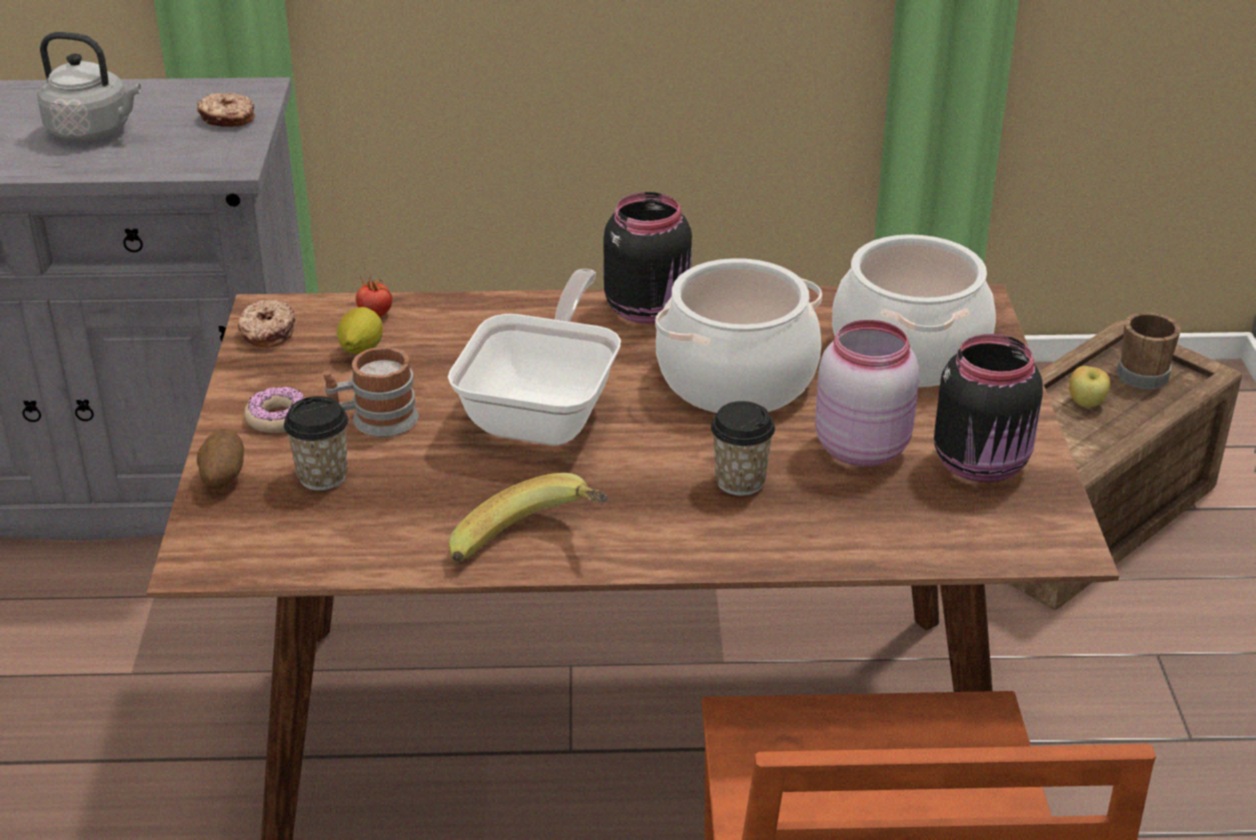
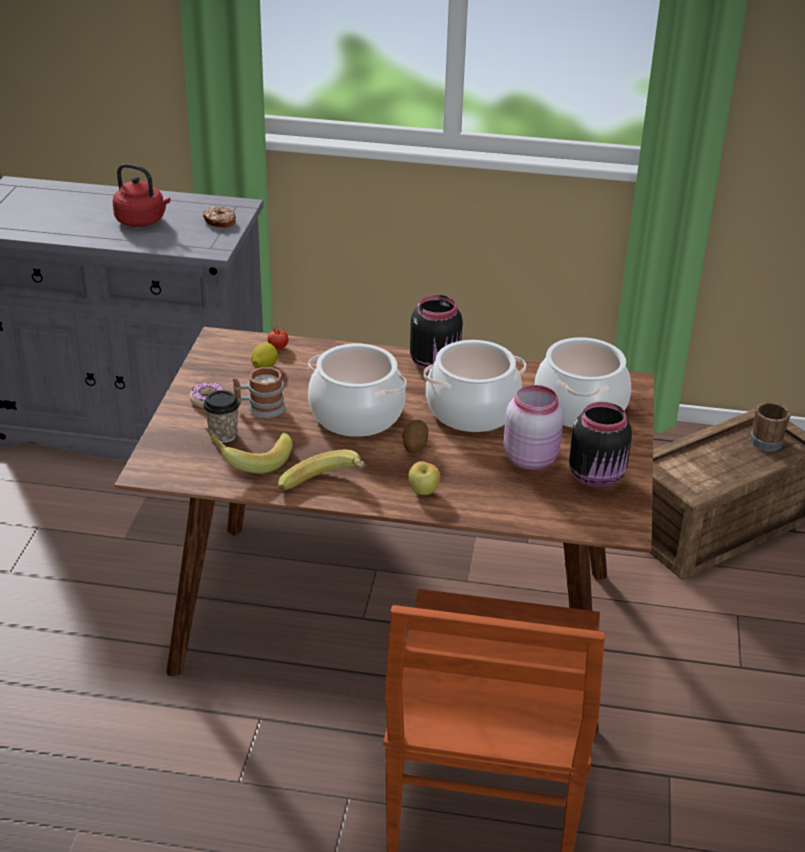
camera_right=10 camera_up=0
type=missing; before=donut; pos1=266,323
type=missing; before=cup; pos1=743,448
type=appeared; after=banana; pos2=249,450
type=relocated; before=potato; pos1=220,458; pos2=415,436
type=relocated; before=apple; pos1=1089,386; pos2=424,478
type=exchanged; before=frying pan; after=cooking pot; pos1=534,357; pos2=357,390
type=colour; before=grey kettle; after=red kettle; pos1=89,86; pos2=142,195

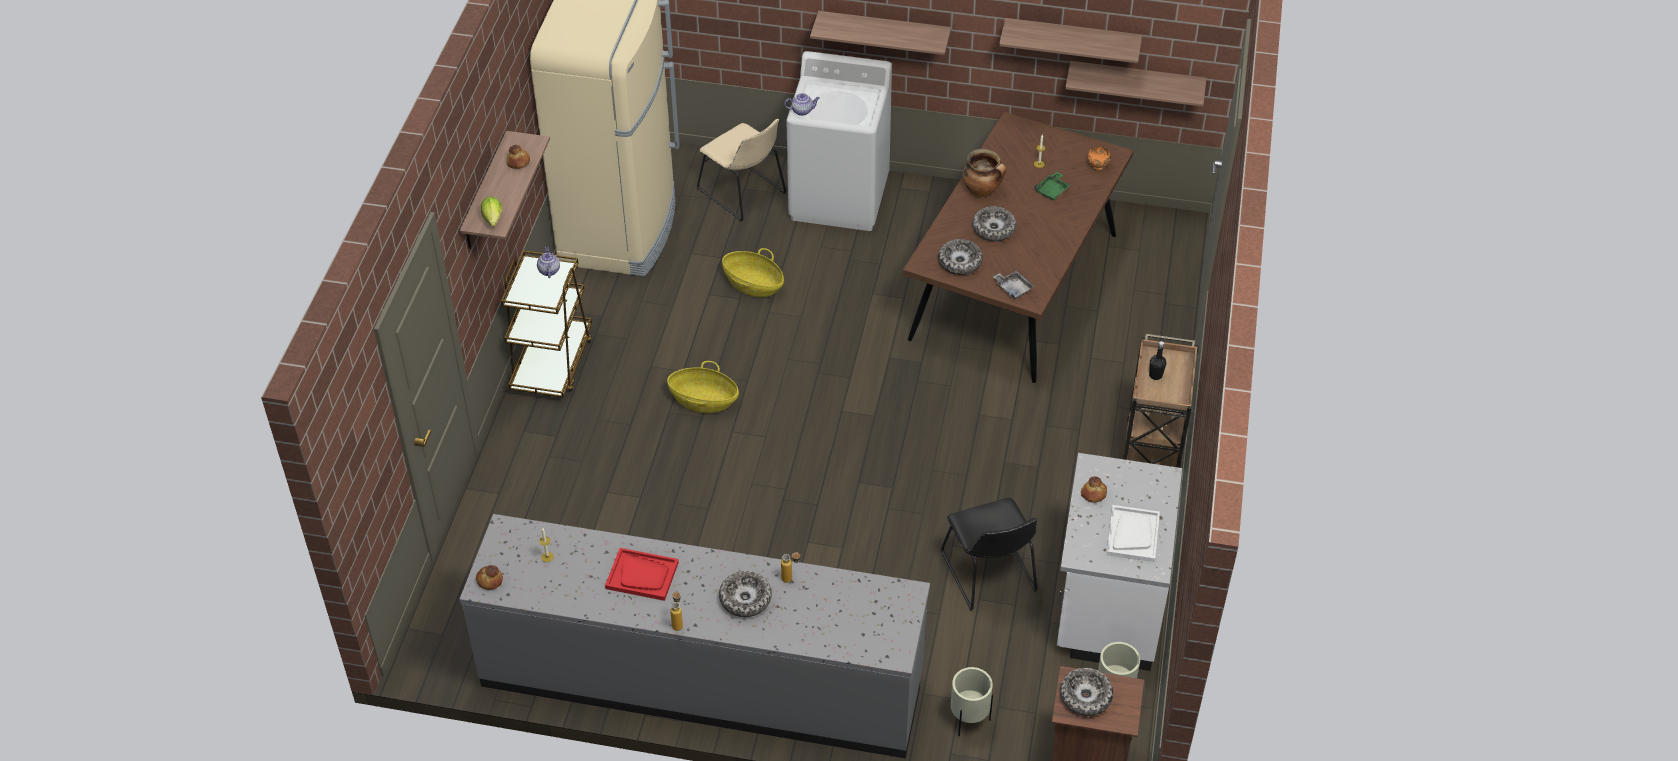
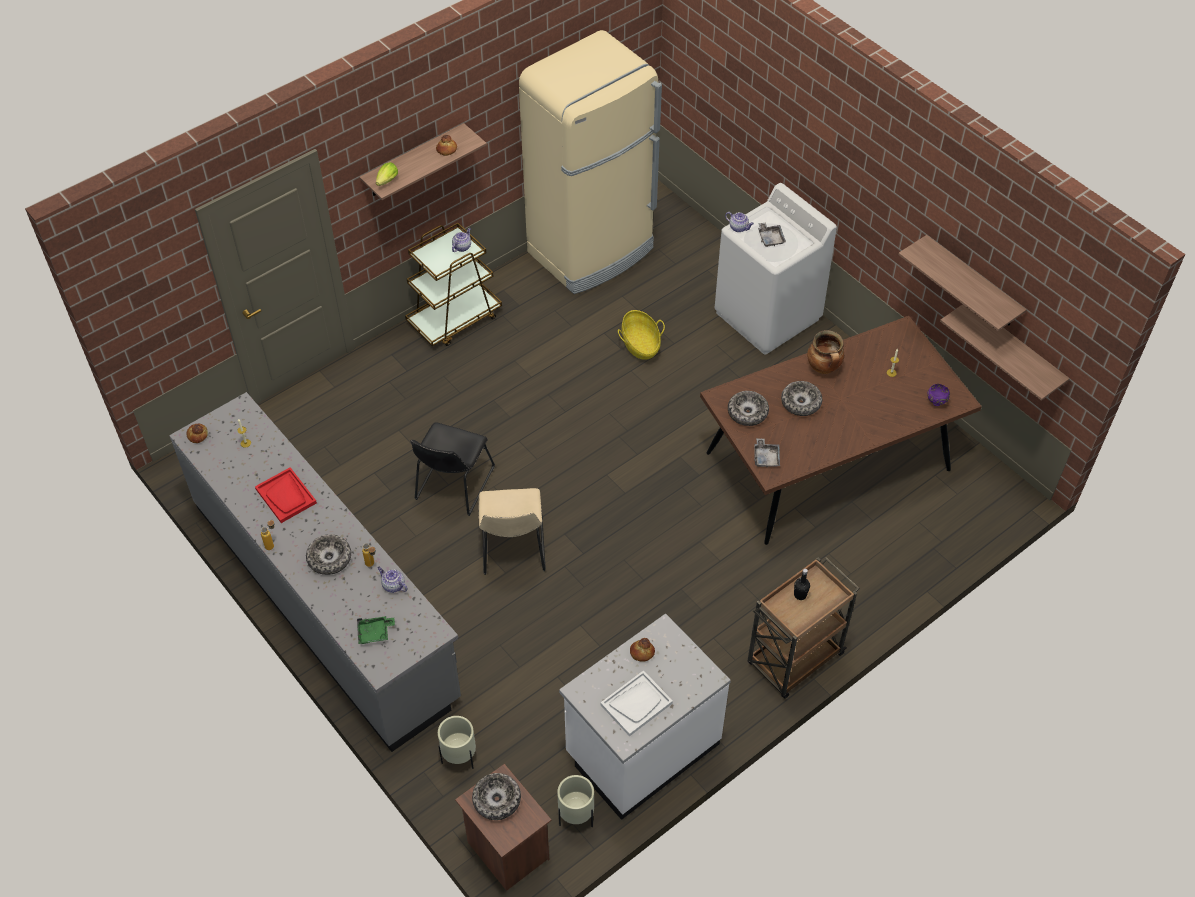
camera_right=40 camera_up=5
type=missing; before=basket; pos1=703,387
type=missing; before=shelf; pos1=880,33
type=appeared; after=teapot; pos2=392,579
type=appeared; after=grey tray; pos2=772,234
type=relocated; before=beige chair; pos1=742,170; pos2=512,531
type=relocated; before=black chair; pos1=989,554; pos2=452,469
type=relocated; before=green tray; pos1=1052,186; pos2=376,630
type=colour; before=orange bowl; after=purple bowl; pos1=1099,158; pos2=938,395

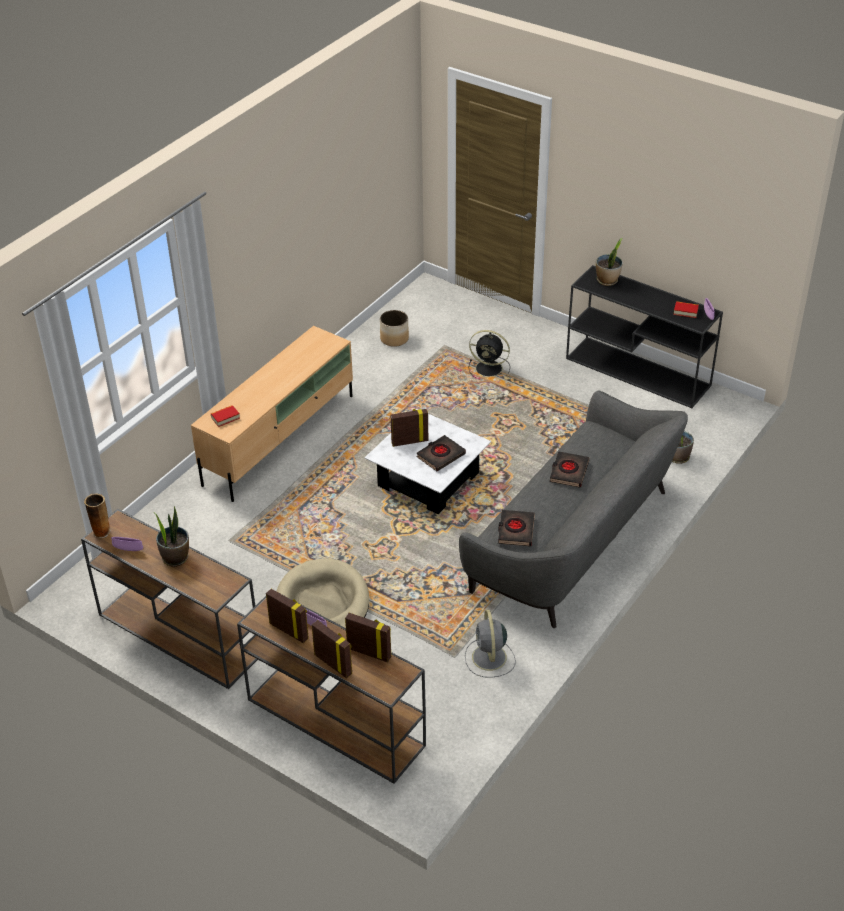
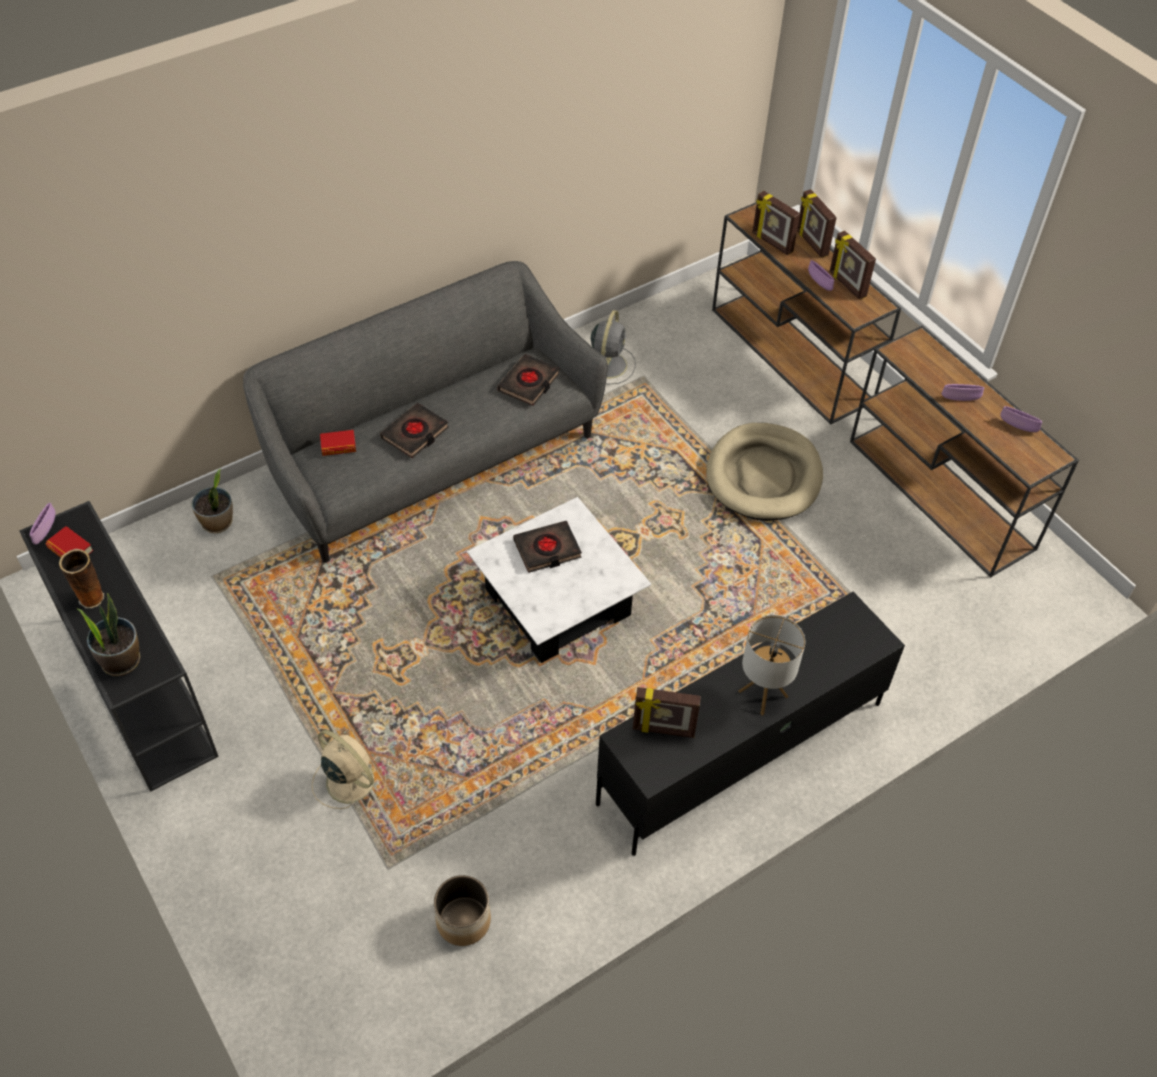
camera_right=-160 camera_up=10
type=appeared; after=table lamp; pos2=771,665
type=relocated; before=vase; pos1=97,516; pos2=82,579
type=relocated; before=book; pos1=225,416; pos2=338,443
type=relocated; before=picture frame; pos1=409,428; pos2=667,712
type=exchanged; before=potted plant; after=purple bowl; pos1=172,536; pos2=963,392
type=colour; before=beige tv stand; after=black tv stand; pos1=272,414; pos2=750,724
type=colour; before=black fan; after=beige fan; pos1=489,353; pos2=349,771

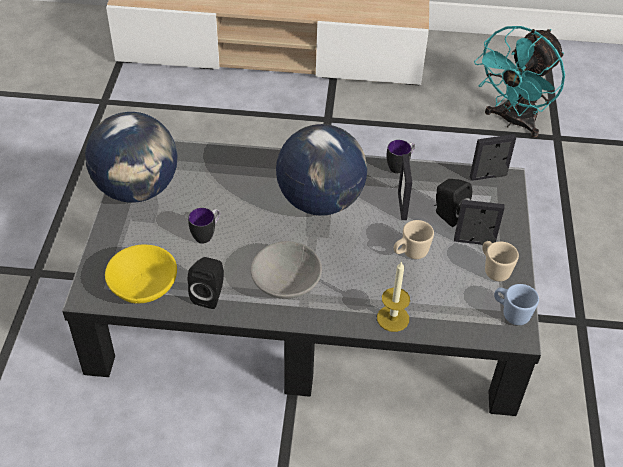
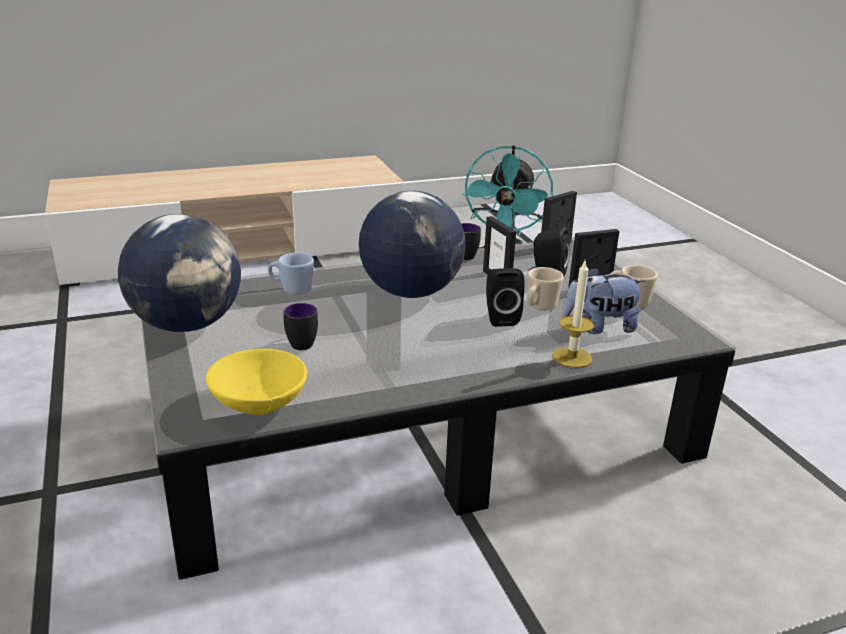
camera_right=-25 camera_up=-20
type=missing; before=grey bowl; pos1=286,270
type=appeared; after=plush toy; pos2=604,300
type=relocated; before=black speaker; pos1=206,283; pos2=505,297
type=relocated; before=blue mug; pos1=516,304; pos2=291,274

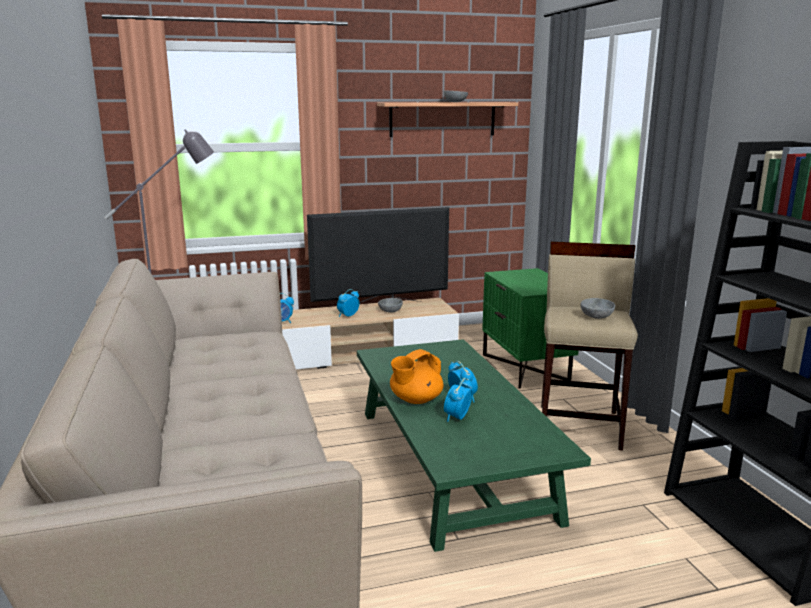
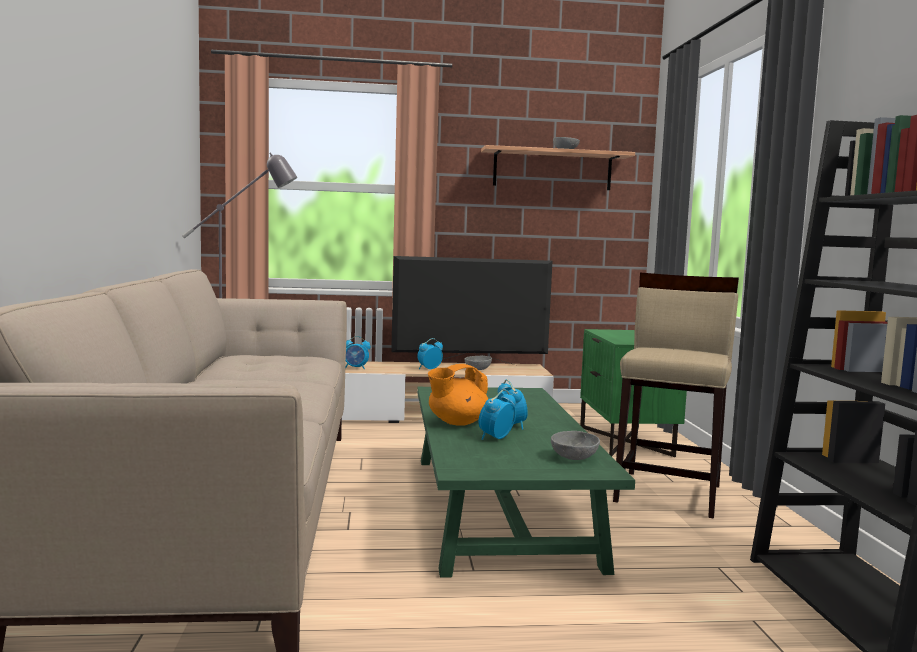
camera_right=10 camera_up=-10
type=relocated; before=grey bowl; pos1=598,308; pos2=575,445

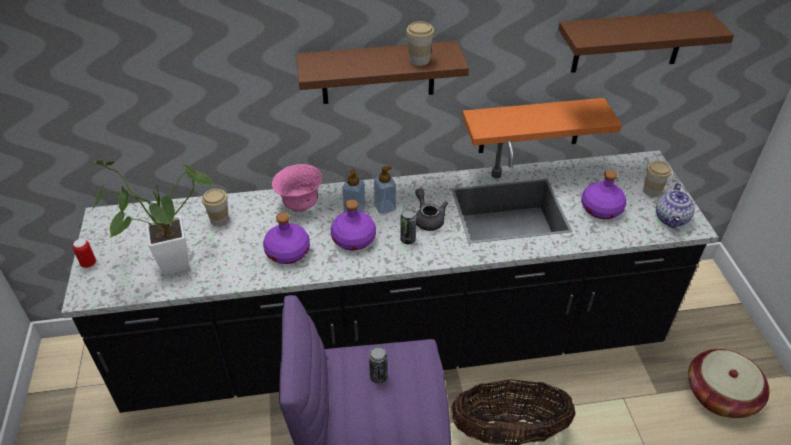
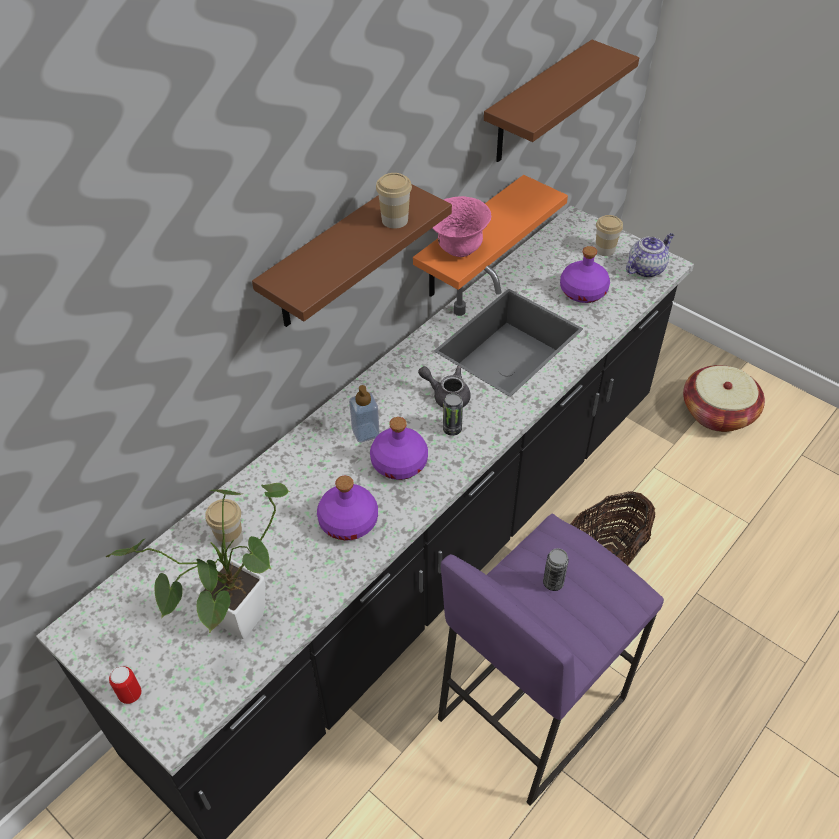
camera_right=-40 camera_up=5
type=missing; before=soap dispenser; pos1=385,190
type=relocated; before=pink bowl; pos1=297,188; pos2=462,226
type=spun; before=teapot; pos1=675,205; pos2=650,255; turn=-105

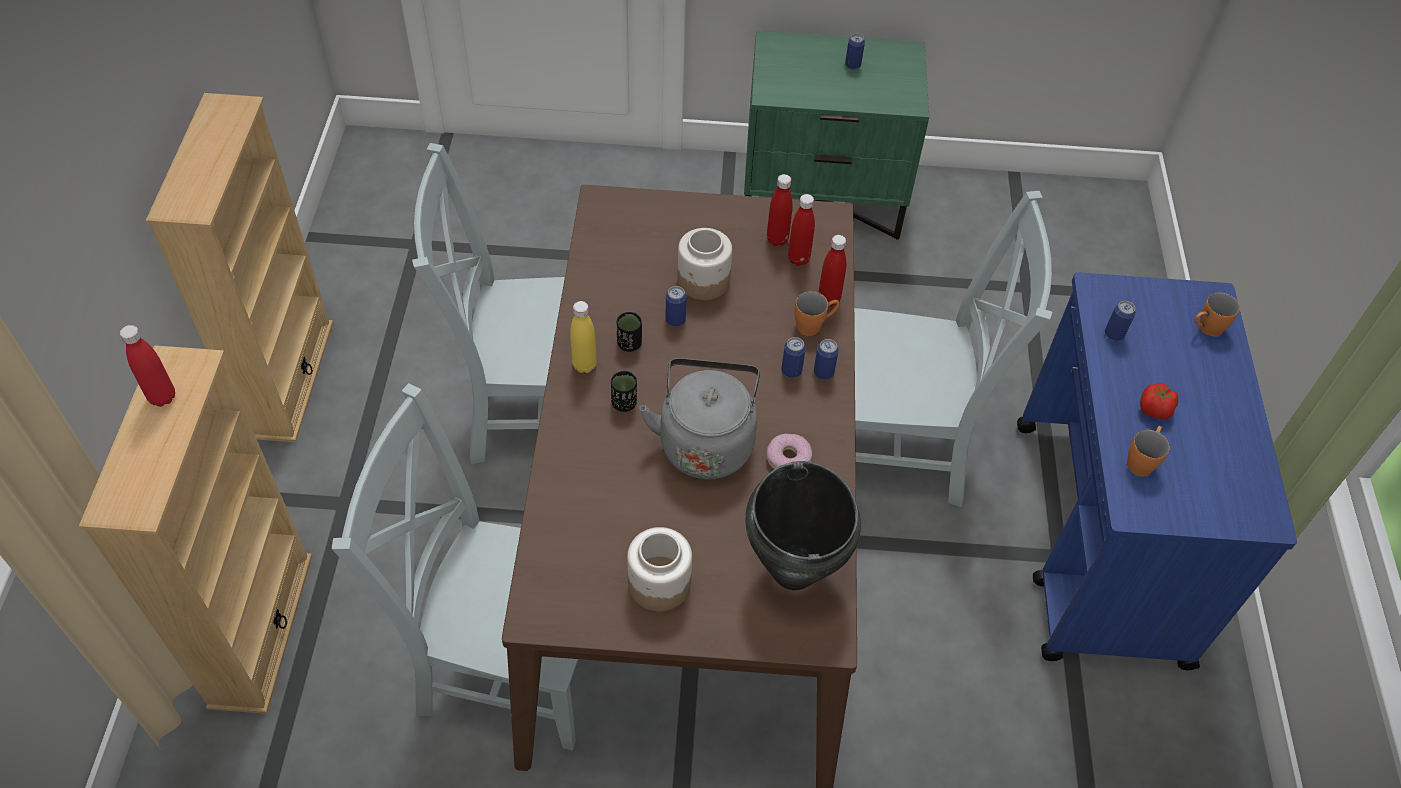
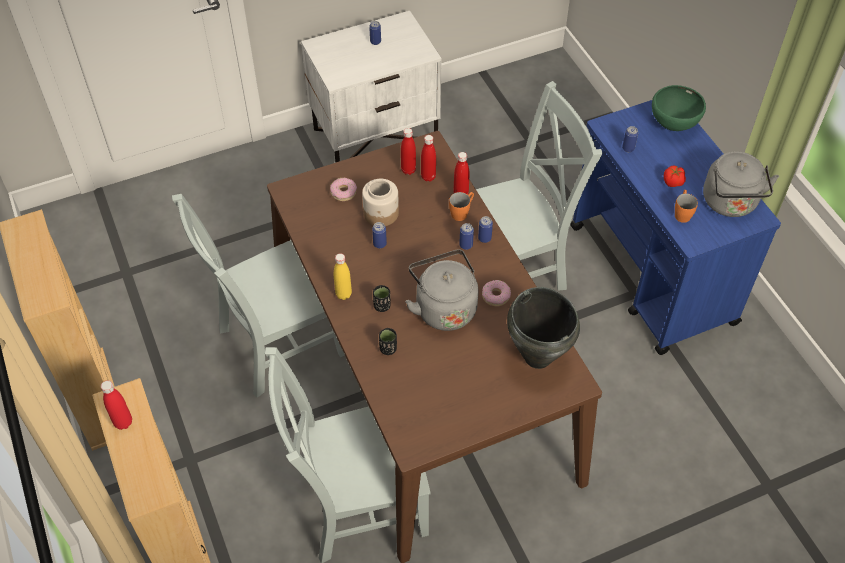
camera_right=-25 camera_up=0
type=missing; before=jar; pos1=659,569
type=appeared; after=donut; pos2=343,189
type=appeared; after=grey kettle; pos2=741,184
type=relocated; before=black cup; pos1=629,332; pos2=388,341
type=exchanged; before=orange mug; after=green bowl; pos1=1217,314; pos2=679,108
type=colour; before=green nightstand; after=white nightstand; pos1=836,135; pos2=371,87

